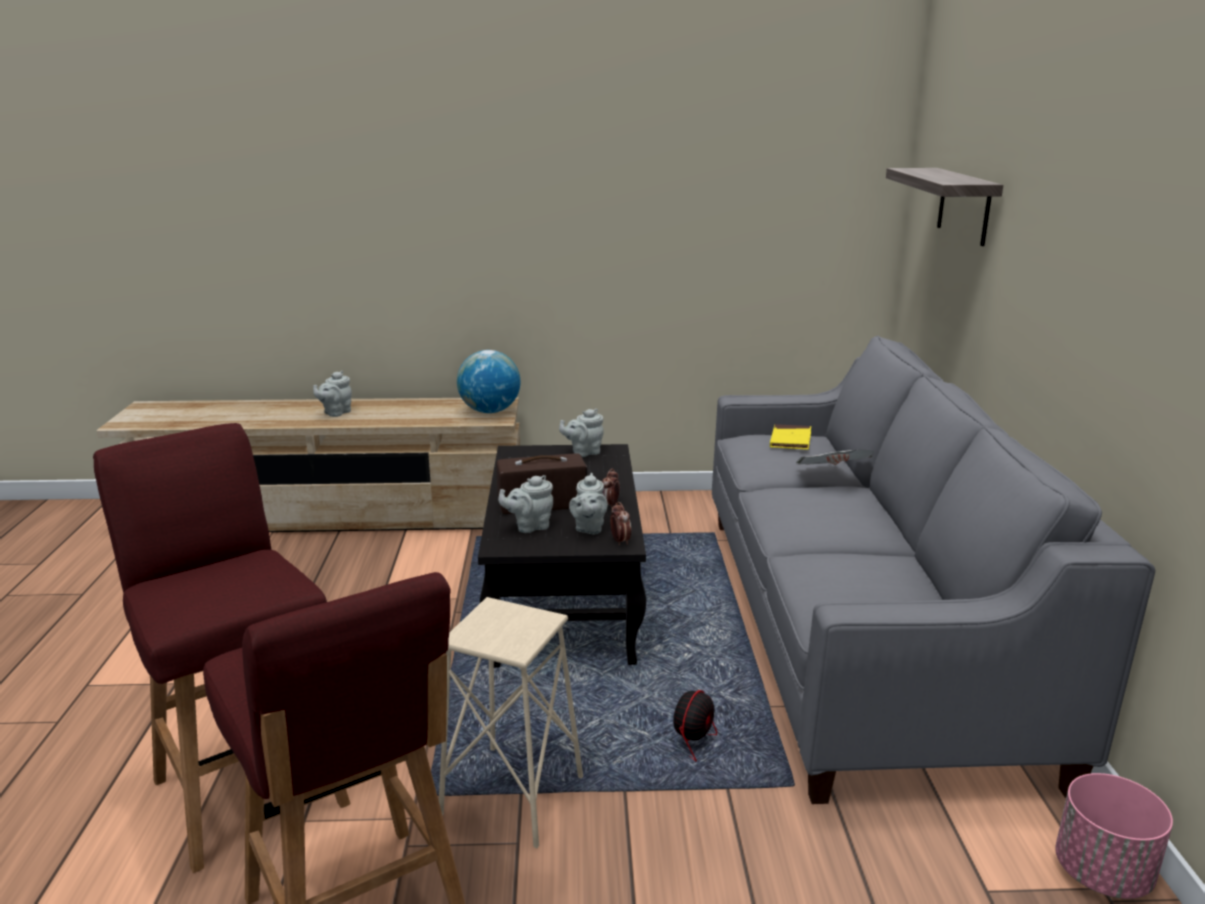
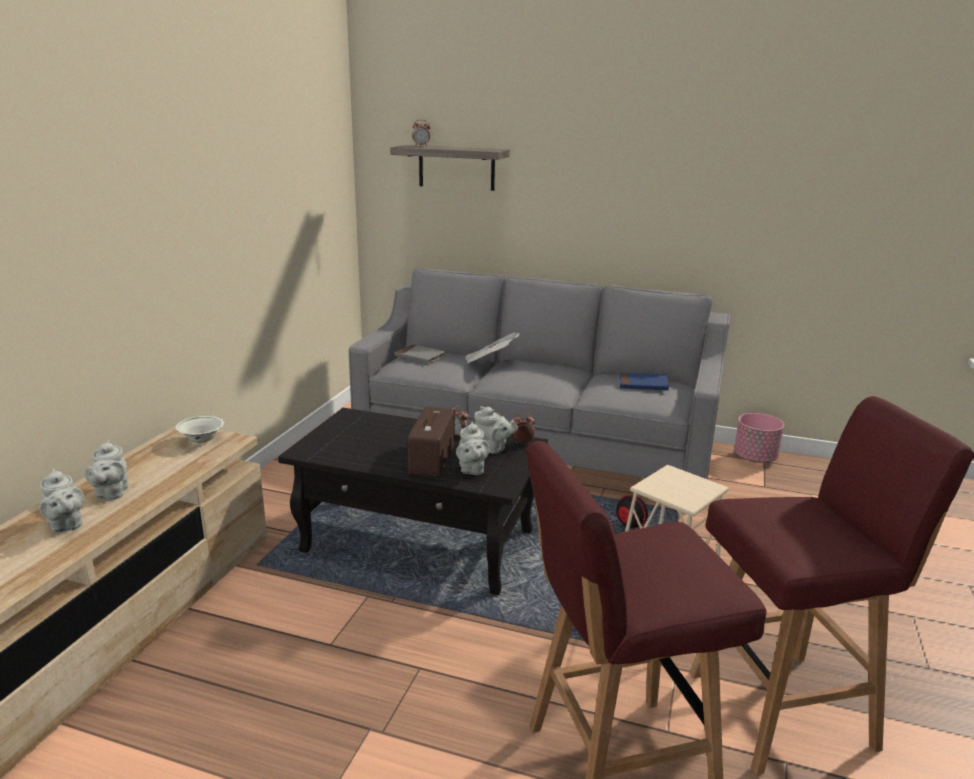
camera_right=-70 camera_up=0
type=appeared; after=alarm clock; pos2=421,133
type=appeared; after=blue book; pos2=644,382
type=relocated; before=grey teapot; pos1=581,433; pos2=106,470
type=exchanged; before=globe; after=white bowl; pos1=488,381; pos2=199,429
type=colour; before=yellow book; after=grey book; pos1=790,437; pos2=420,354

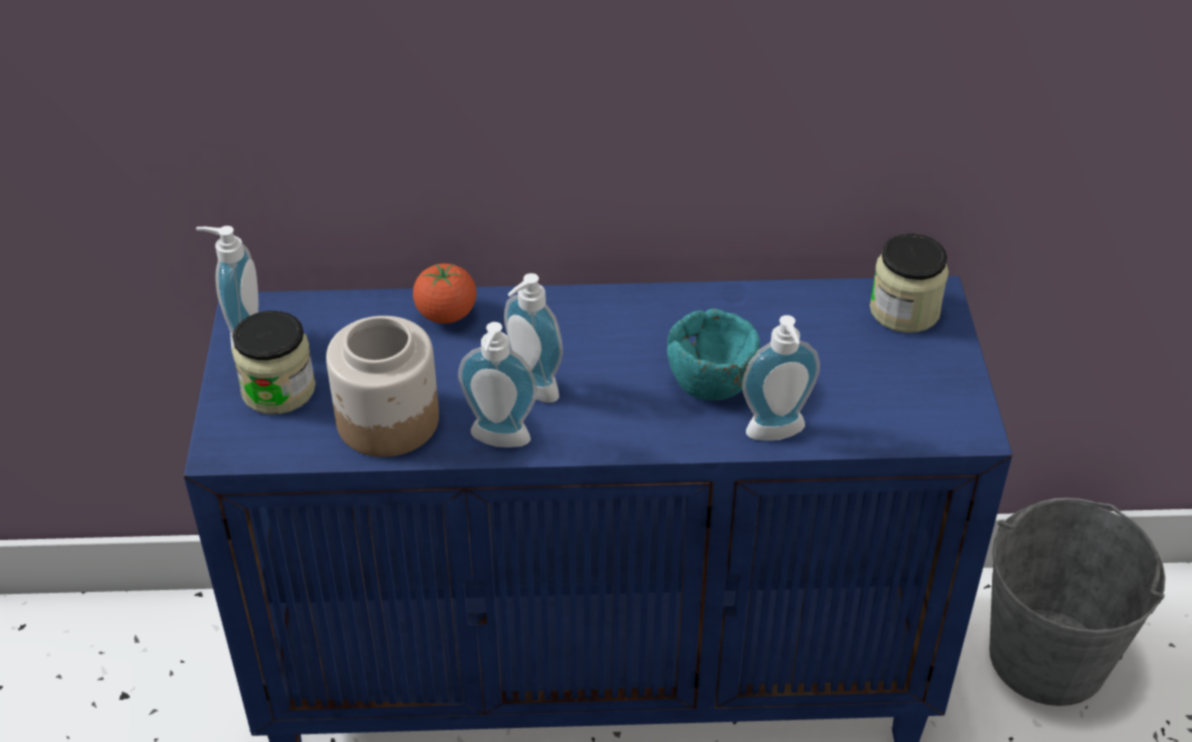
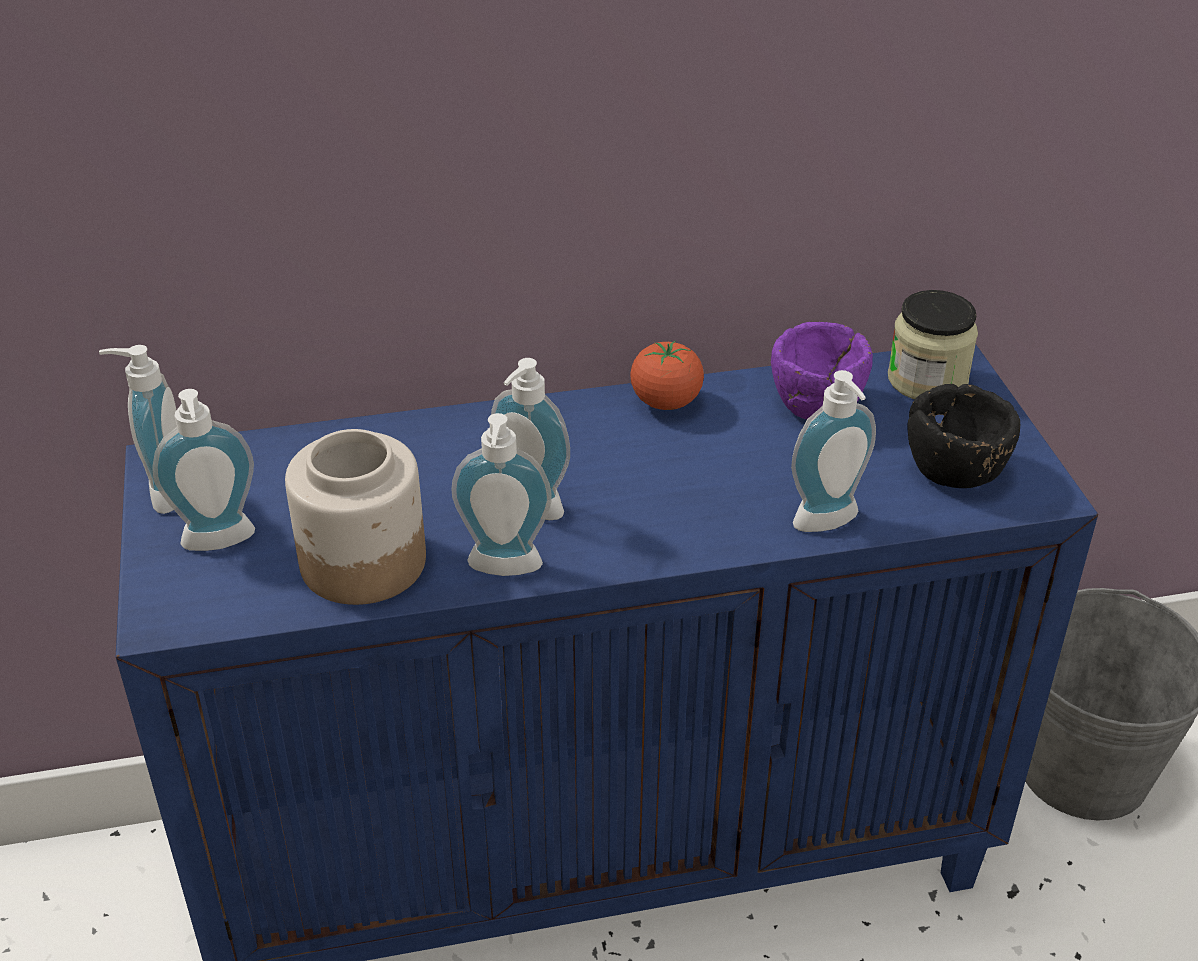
camera_right=-10 camera_up=-5
type=missing; before=turquoise bowl; pos1=713,355
type=appeared; after=purple bowl; pos2=822,370
type=appeared; after=black bowl; pos2=963,436
type=relocated; before=tomato; pos1=444,293; pos2=667,375
type=exchanged; before=jar; after=soap dispenser; pos1=274,362; pos2=203,470

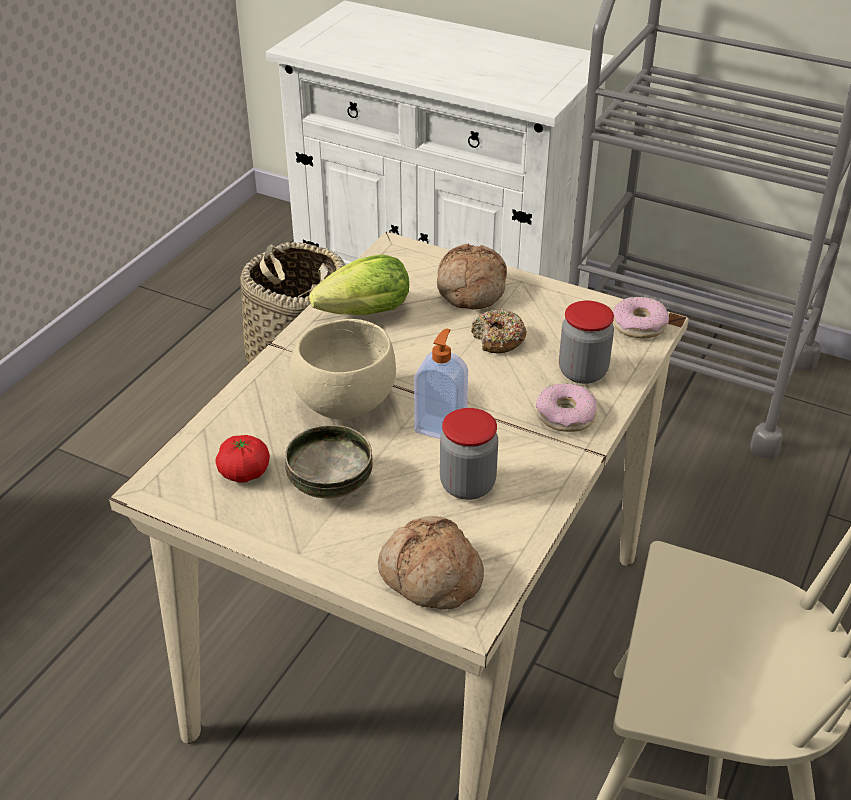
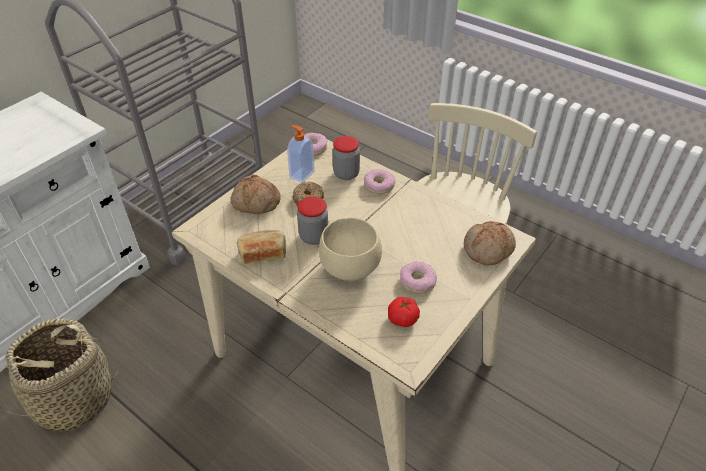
camera_right=-80 camera_up=5
type=relocated; before=soap dispenser; pos1=441,384; pos2=301,154
type=relocated; before=jar; pos1=469,454; pos2=312,220
type=exchanged; before=bowl; after=donut; pos1=329,461; pos2=418,277
type=exchanged; before=lettuce; after=bread; pos1=359,284; pos2=261,247

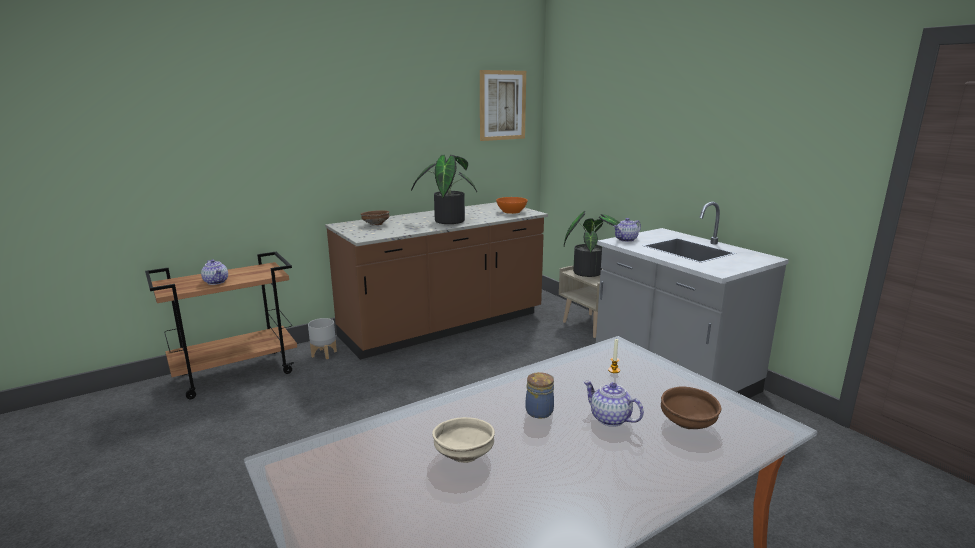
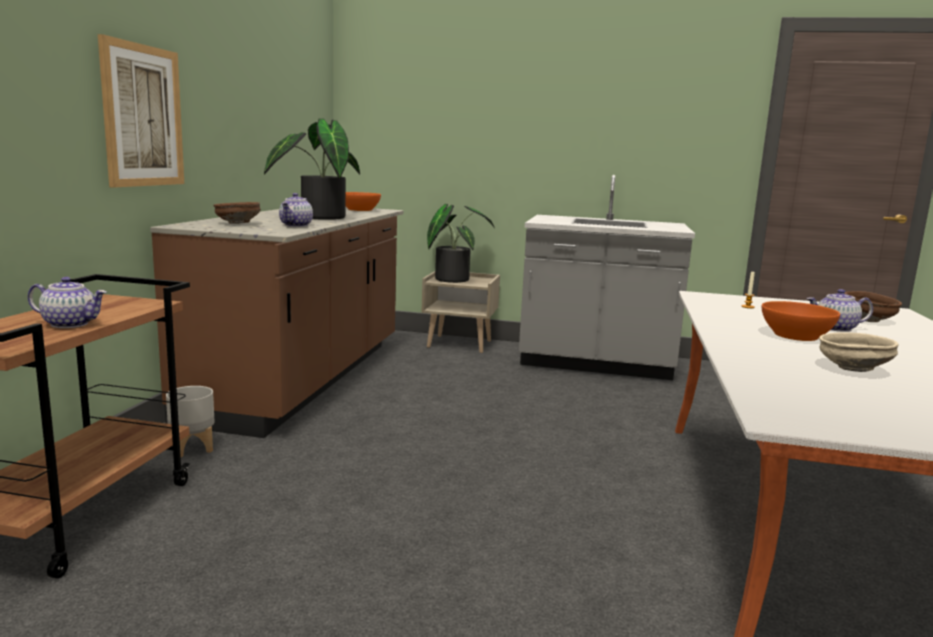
camera_right=-45 camera_up=-5
type=relocated; before=picture; pos1=503,105; pos2=141,111
type=relocated; before=teapot; pos1=627,230; pos2=296,210
type=exchanged; before=jar; after=orange bowl; pos1=539,395; pos2=801,321

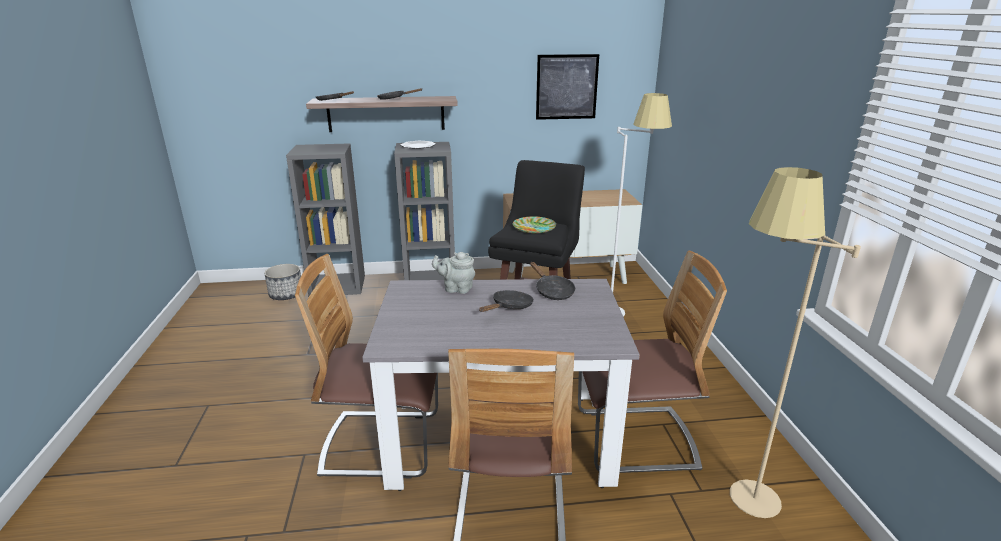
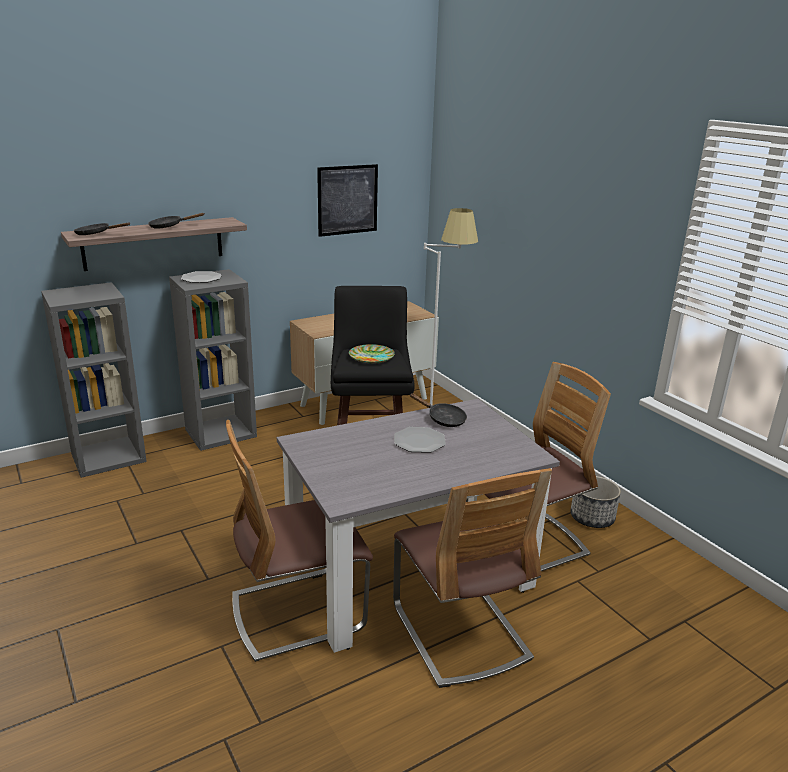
camera_right=-25 camera_up=0
type=missing; before=grey teapot; pos1=453,273
type=missing; before=beige floor lamp; pos1=795,342
type=relocated; before=planter; pos1=282,282; pos2=596,502
type=exchanged; before=black frying pan; after=plate; pos1=506,301; pos2=420,440

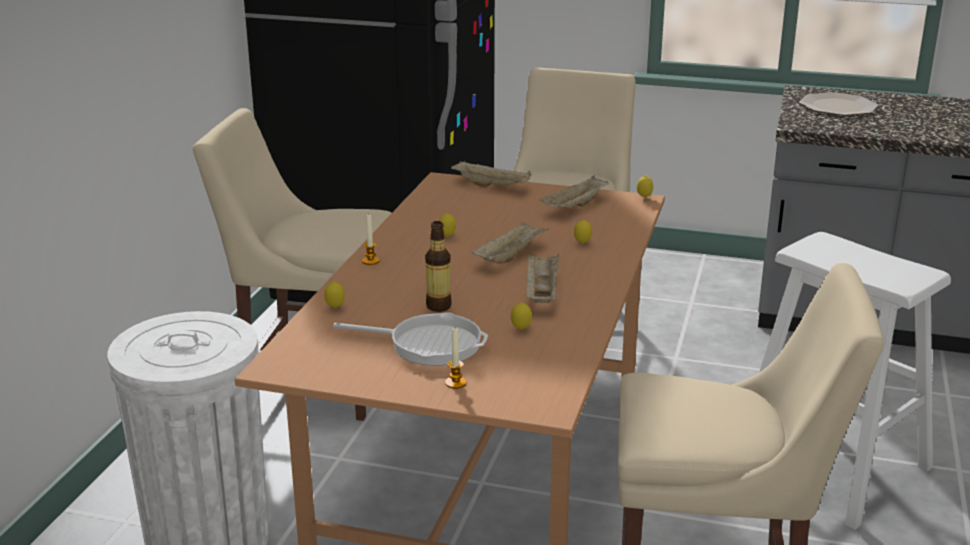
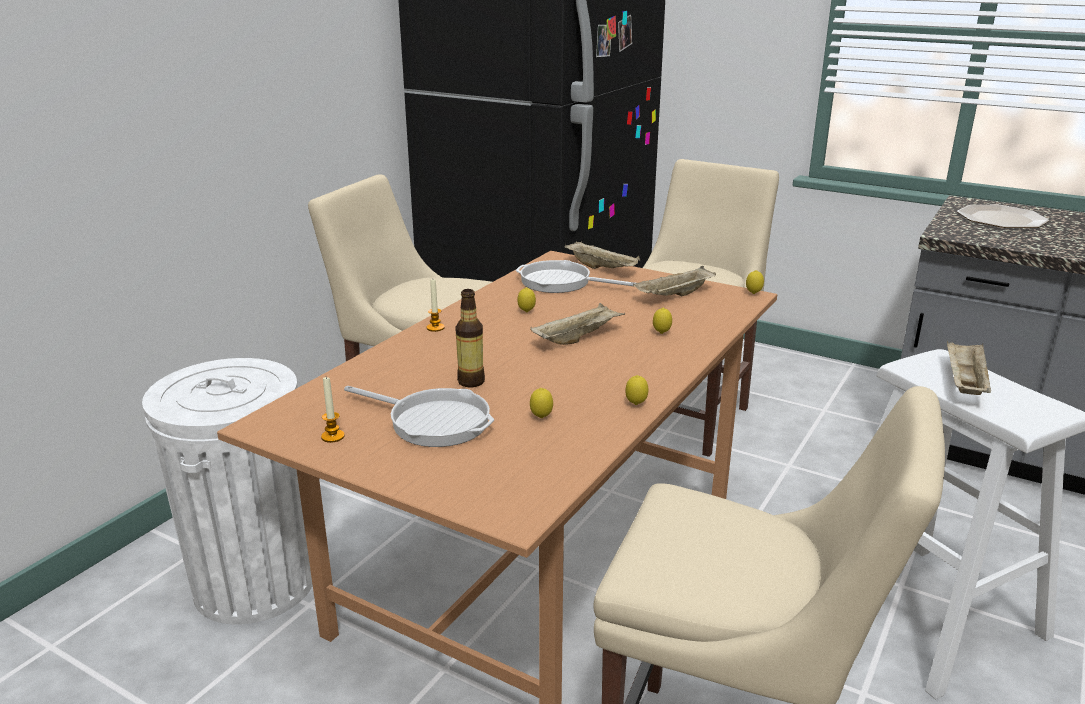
camera_right=15 camera_up=0
type=appeared; after=frying pan; pos2=576,276
type=relocated; before=lemon; pos1=334,295; pos2=636,390
type=relocated; before=candle; pos1=456,358; pos2=333,410
type=relocated; before=beige tray; pos1=542,279; pos2=969,367

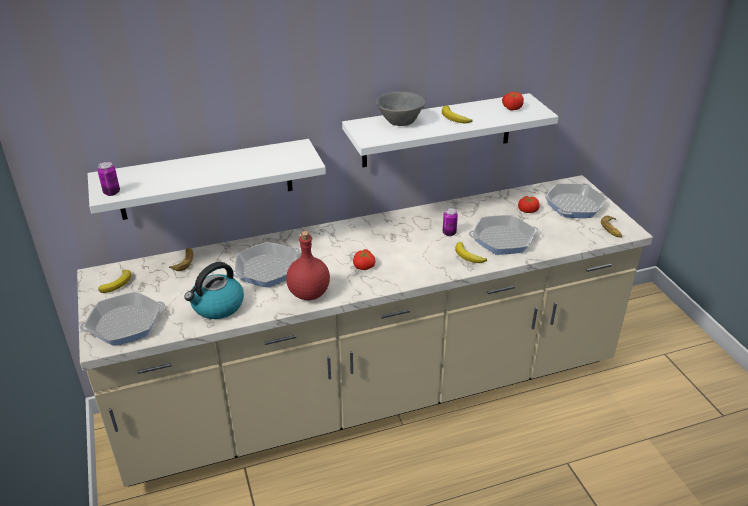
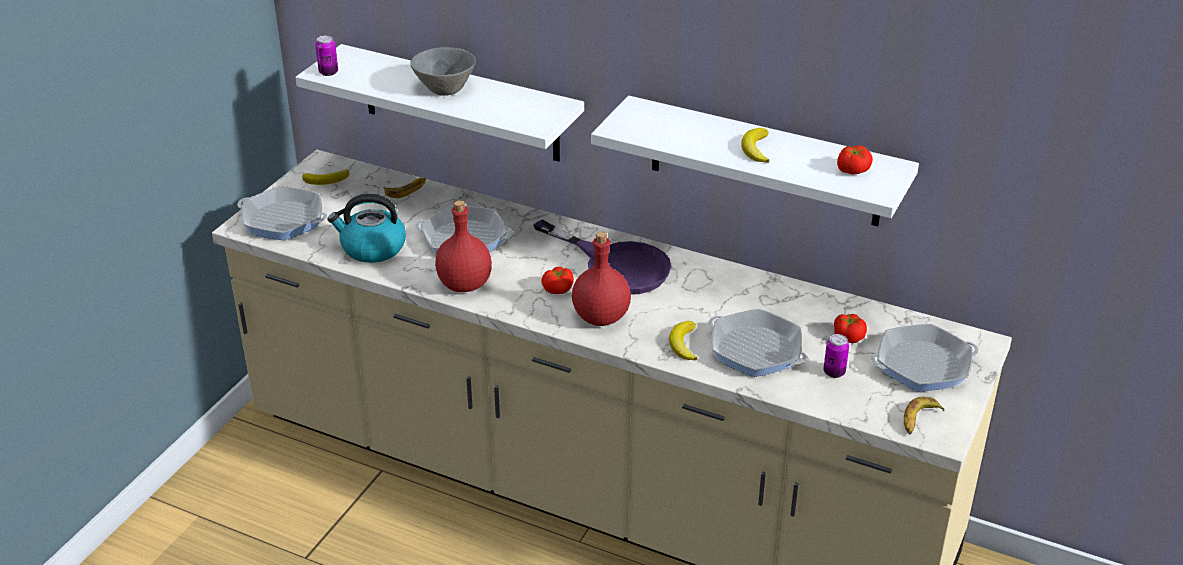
camera_right=45 camera_up=0
type=appeared; after=purple frying pan; pos2=602,257
type=appeared; after=red bottle; pos2=601,279
type=relocated; before=grey bowl; pos1=401,109; pos2=443,71
type=relocated; before=can; pos1=450,222; pos2=836,356

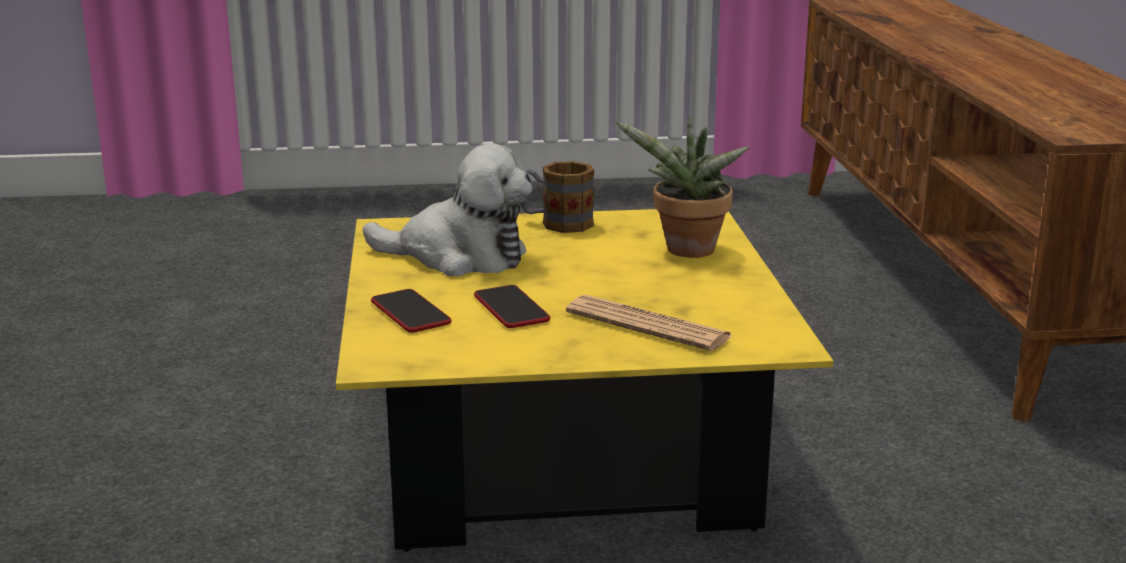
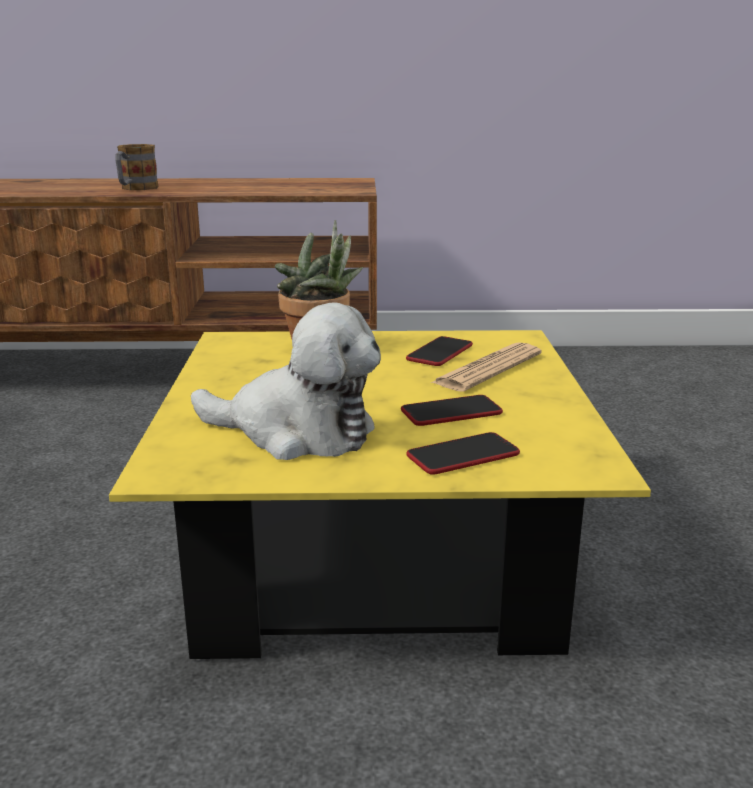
camera_right=-85 camera_up=0
type=appeared; after=phone; pos2=439,351
type=relocated; before=mug; pos1=557,197; pos2=137,167
type=spun; before=plush toy; pos1=448,209; pos2=286,381; turn=90

